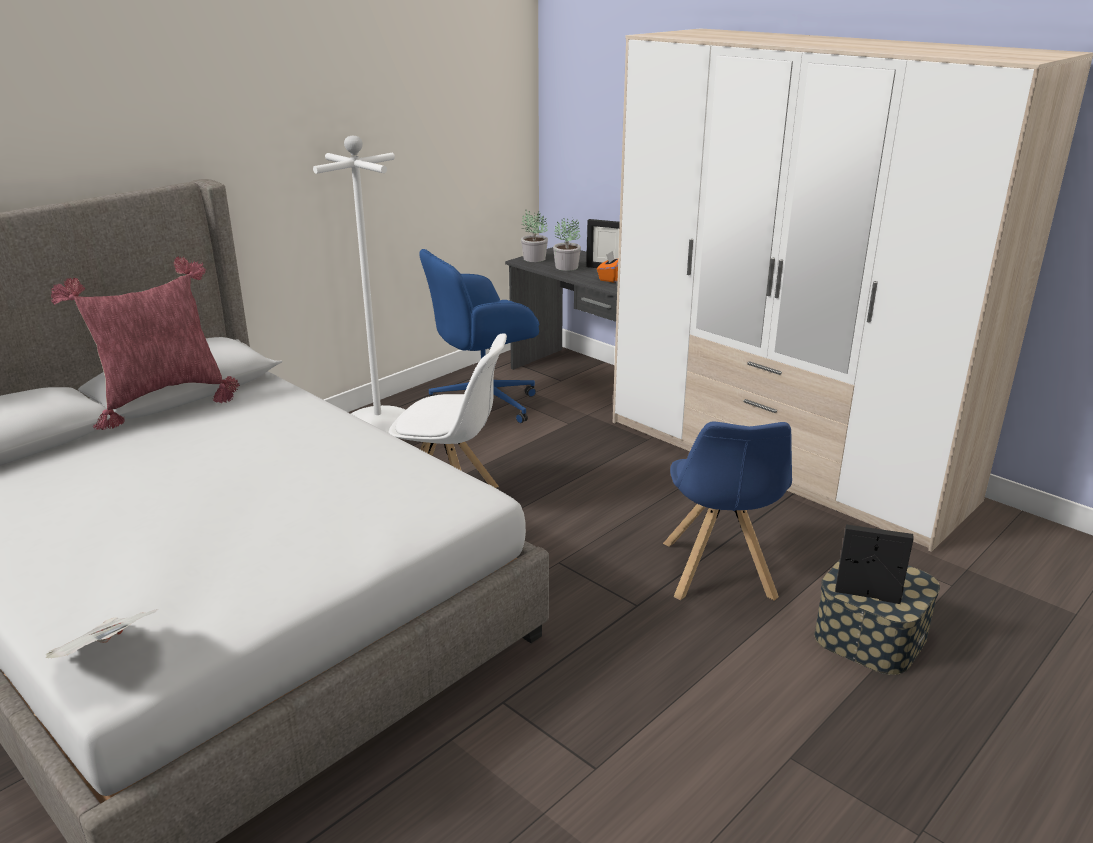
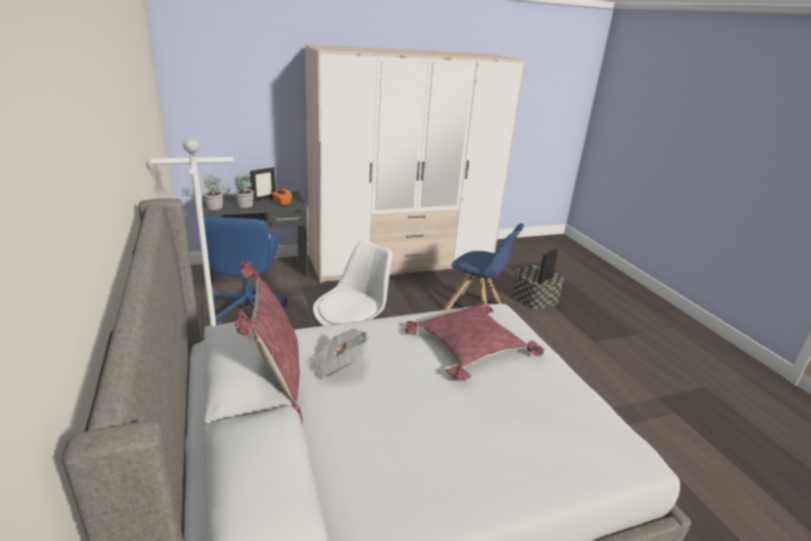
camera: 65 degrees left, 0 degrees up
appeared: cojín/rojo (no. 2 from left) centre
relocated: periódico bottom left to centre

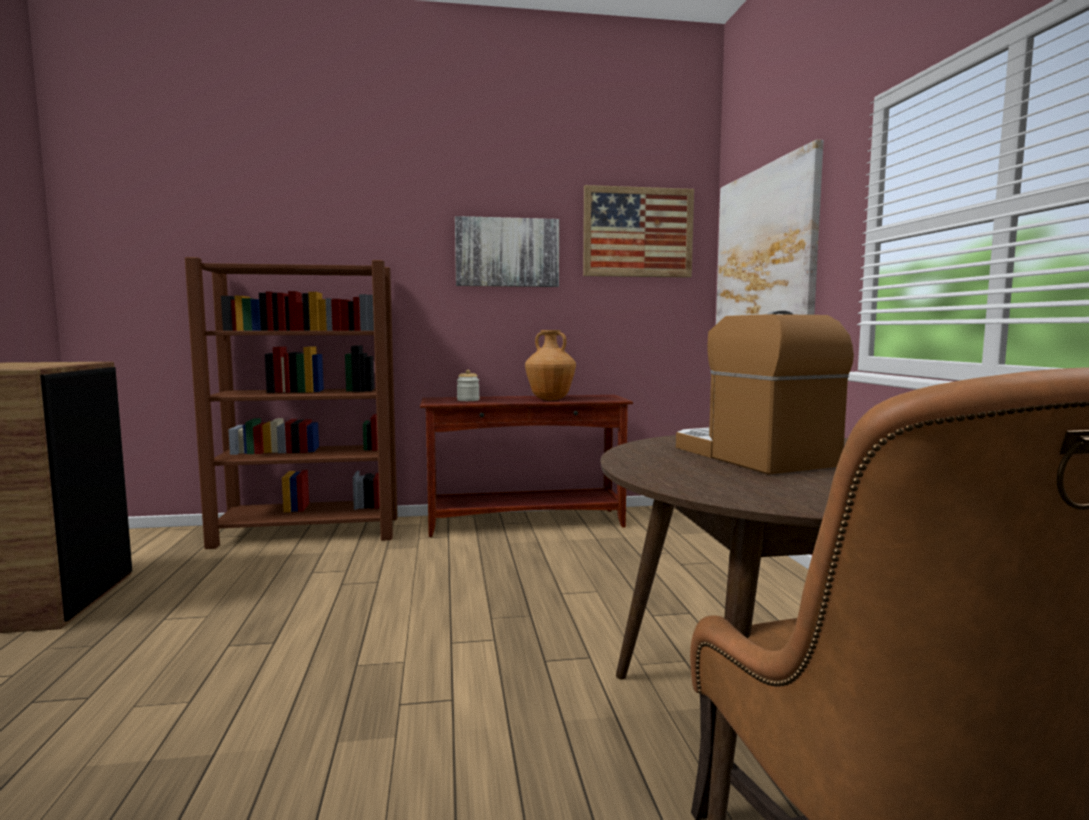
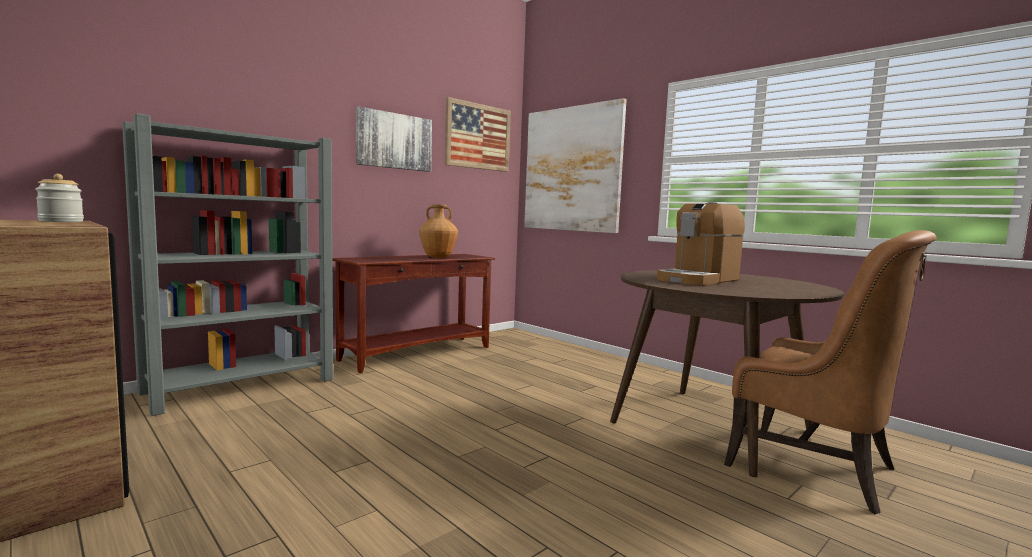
camera: 35 degrees left, 0 degrees up
relocated: tarro centre to middle left
colour: estantería/marrón middle left to estantería/gris middle left
spun: cafetera middle right = middle right 75 degrees counterclockwise

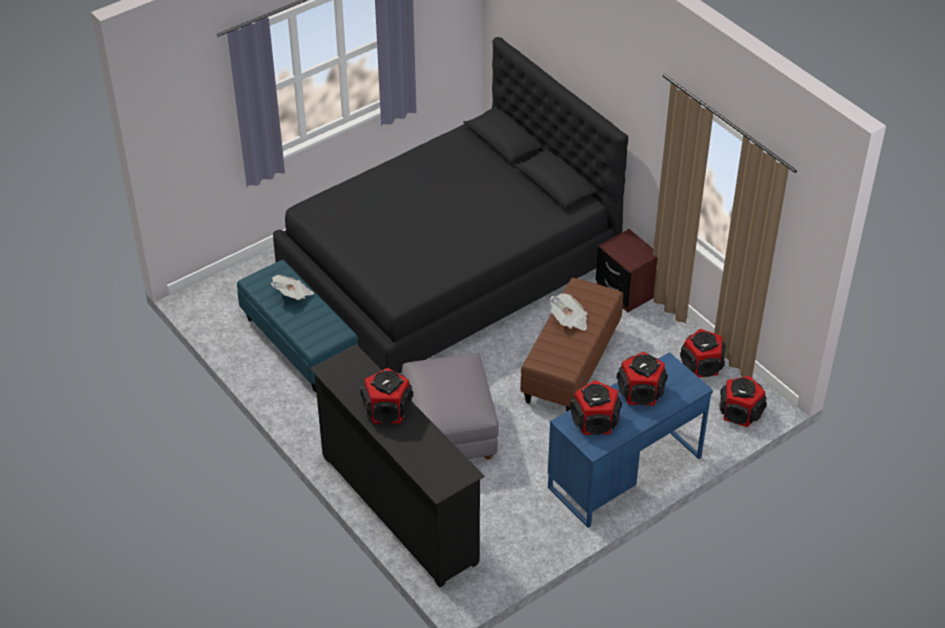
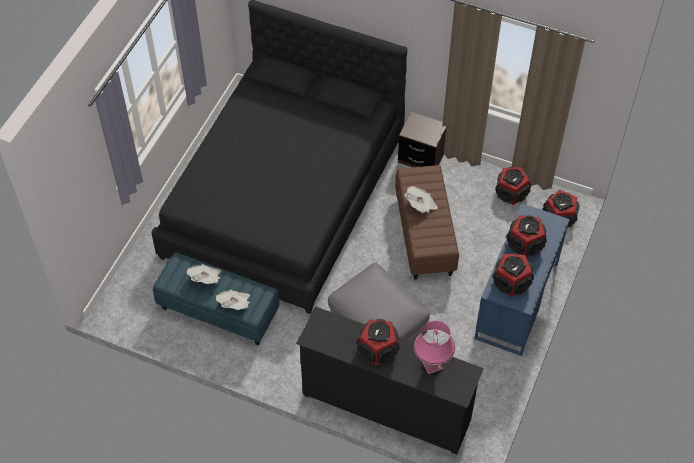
camera: 30 degrees left, 10 degrees up
appeared: periódico (no. 2 from left) centre; lámpara de mesa/rosa bottom centre

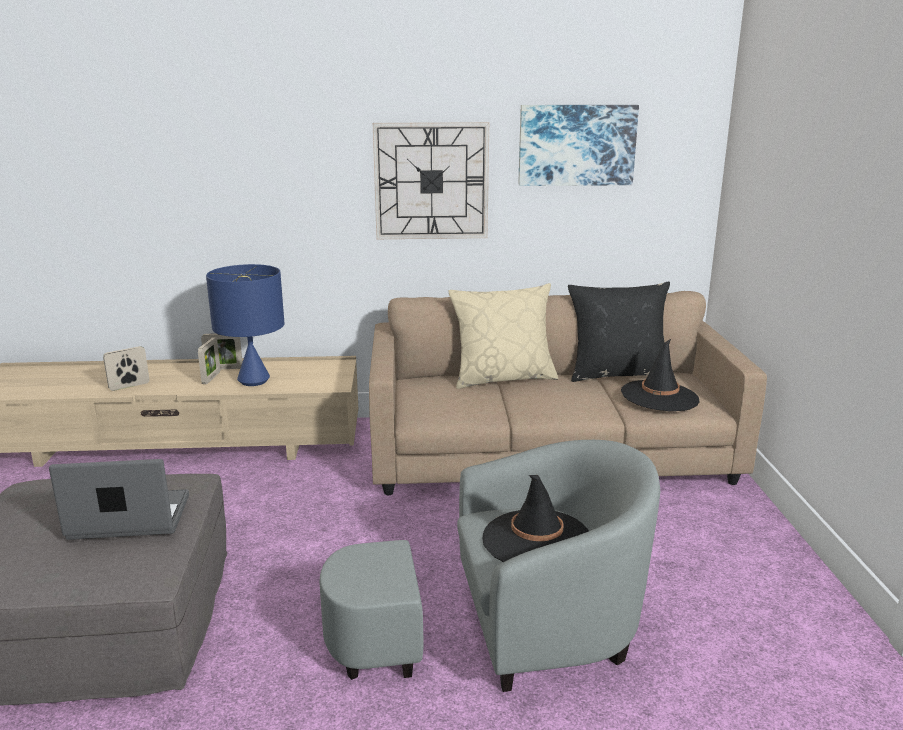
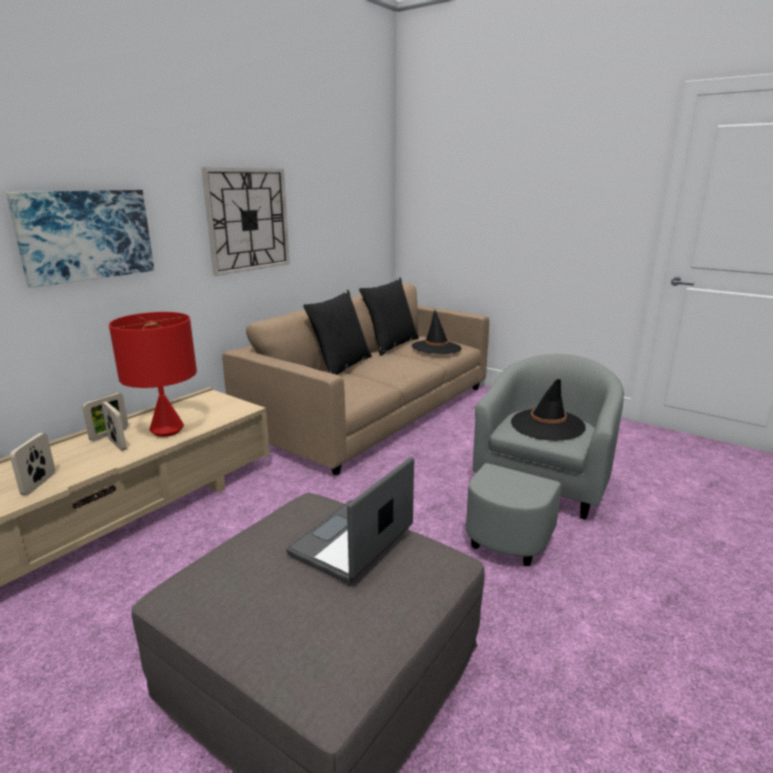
camera: 50 degrees left, 0 degrees up
relocated: cuadro top centre to top left
colour: lámpara de mesa/azul middle left to lámpara de mesa/rojo middle left; cojín/beis centre to cojín/negro (no. 1 from left) centre

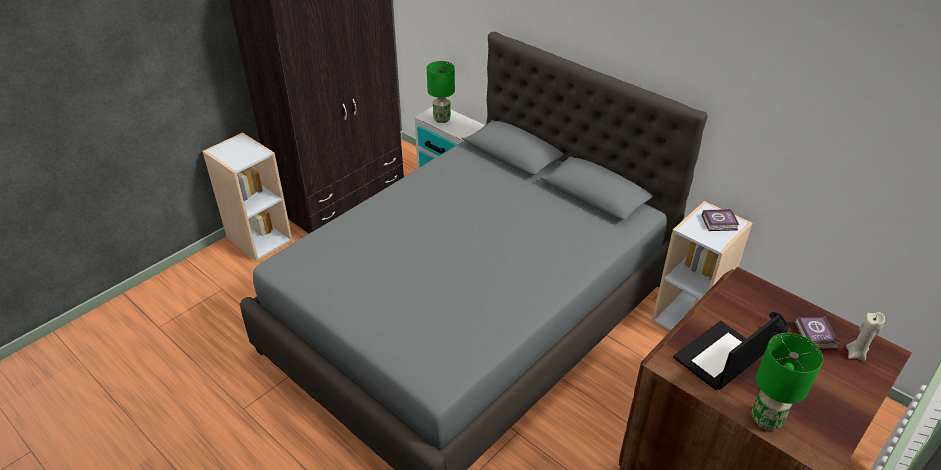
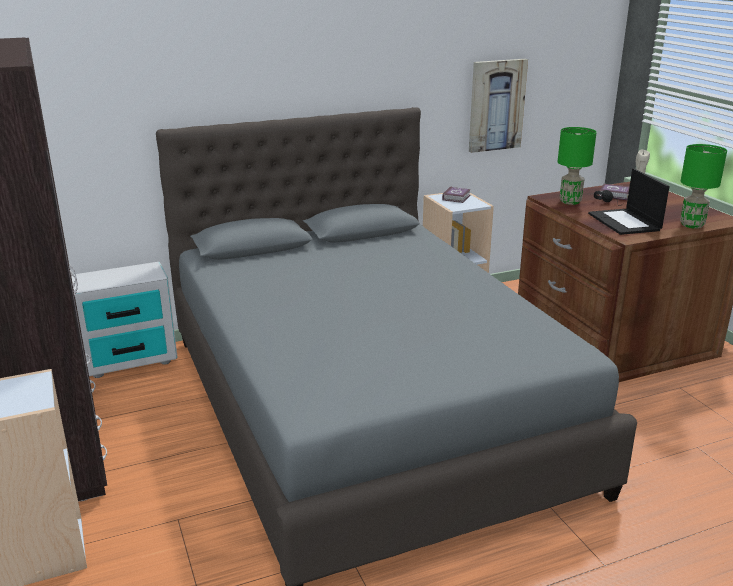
camera: 65 degrees left, 15 degrees down
appeared: cuadro top right
relocated: lámpara de mesa/verde (no. 1 from left) top centre to top right

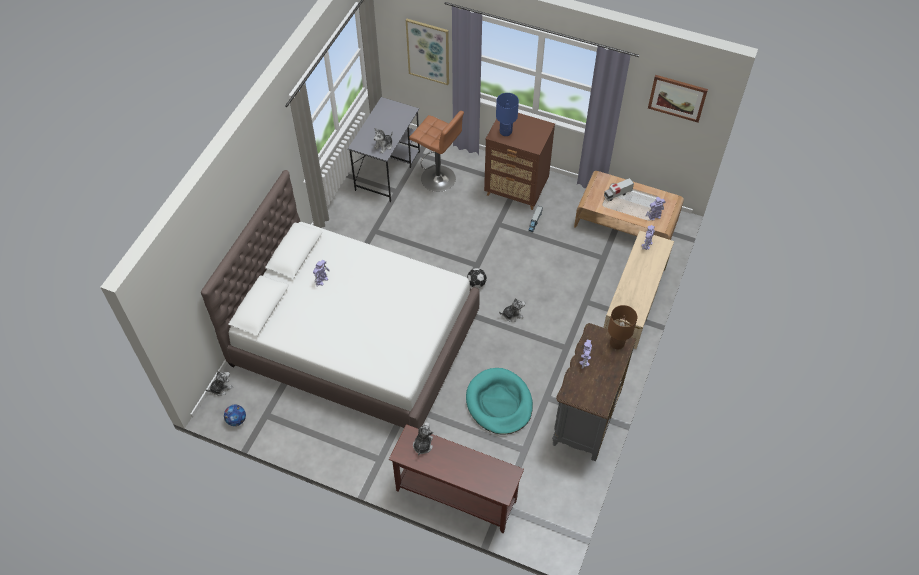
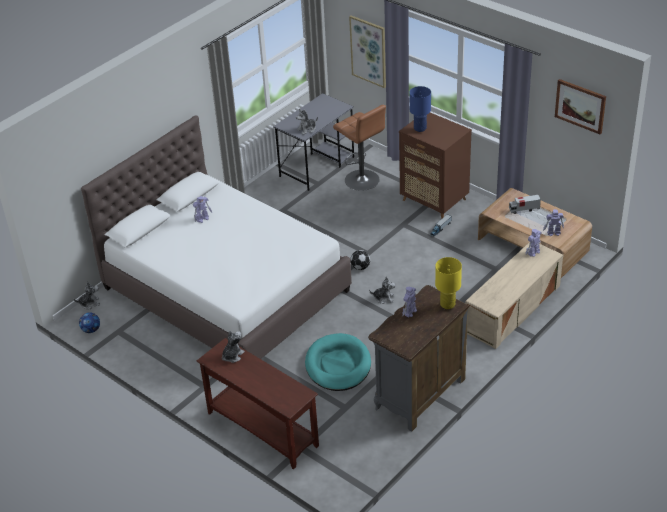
camera: 20 degrees right, 15 degrees down
colour: lámpara de mesa/marrón middle right to lámpara de mesa/amarillo middle right

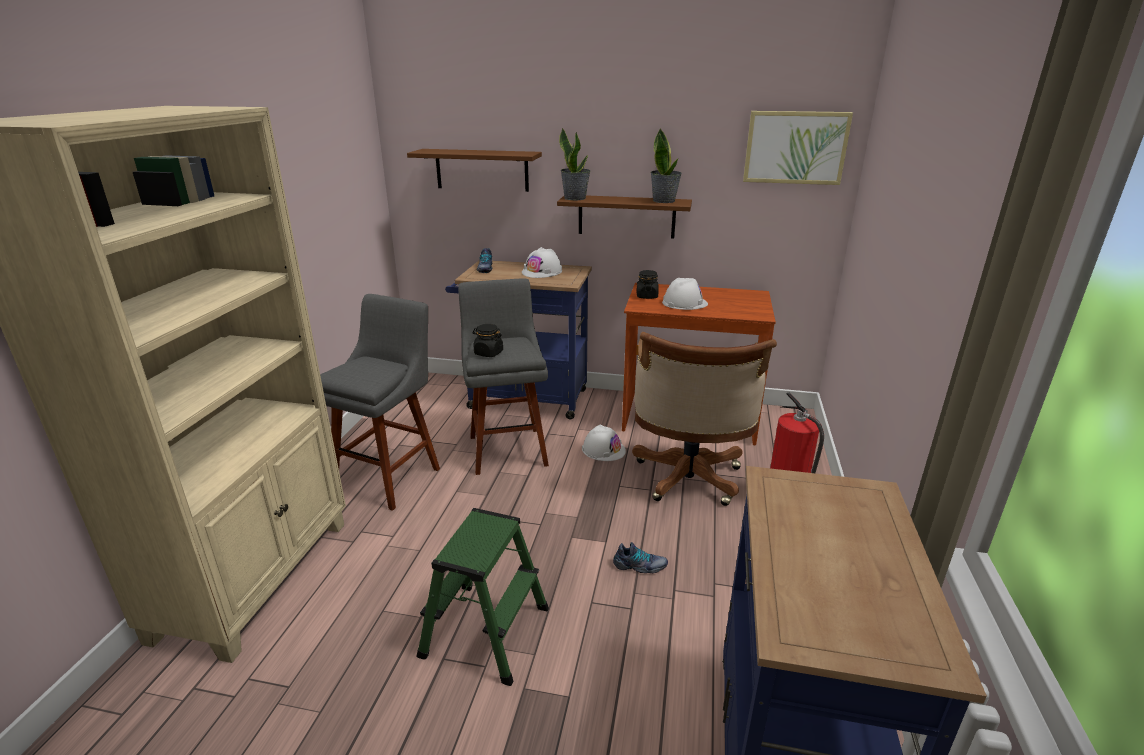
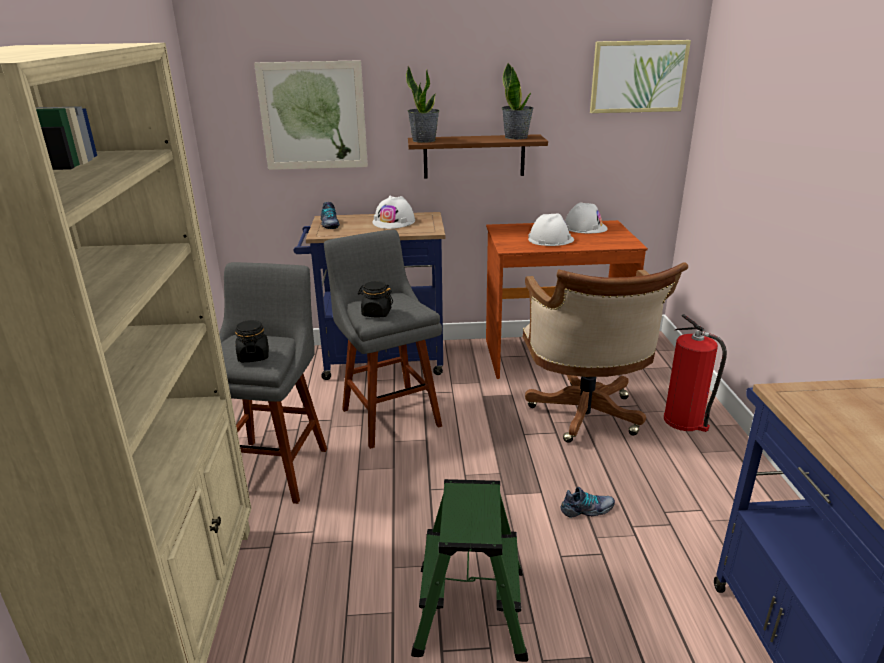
camera: 15 degrees left, 0 degrees up
relocated: casco/blanco (no. 2 from left in the first image) centre to casco/blanco (no. 3 from left) top centre; tarro/negro (no. 2 from left in the first image) centre to tarro/negro (no. 1 from left) middle left
exchanged: estante/marrón (no. 1 from left) top centre to cuadro (no. 1 from left) top centre

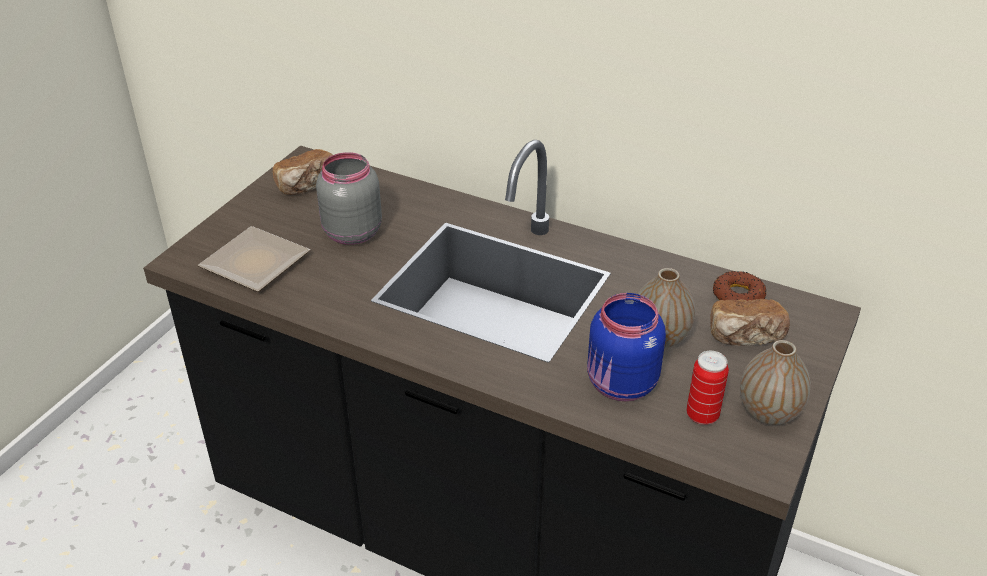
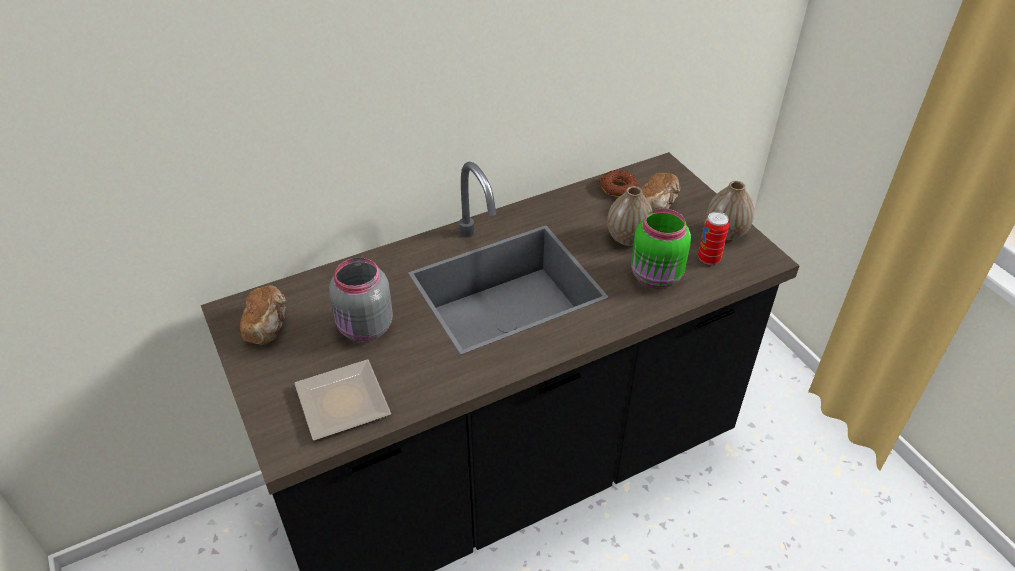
camera: 55 degrees left, 5 degrees up
colour: tarro/azul centre to tarro/verde centre

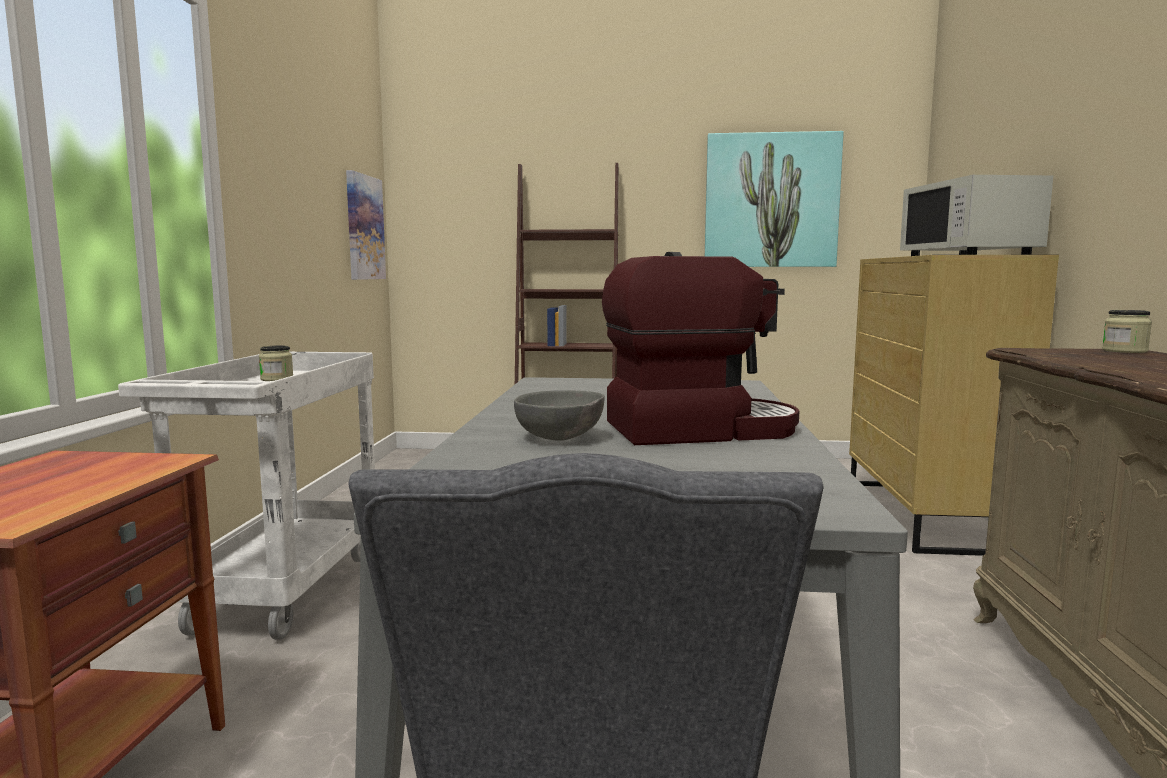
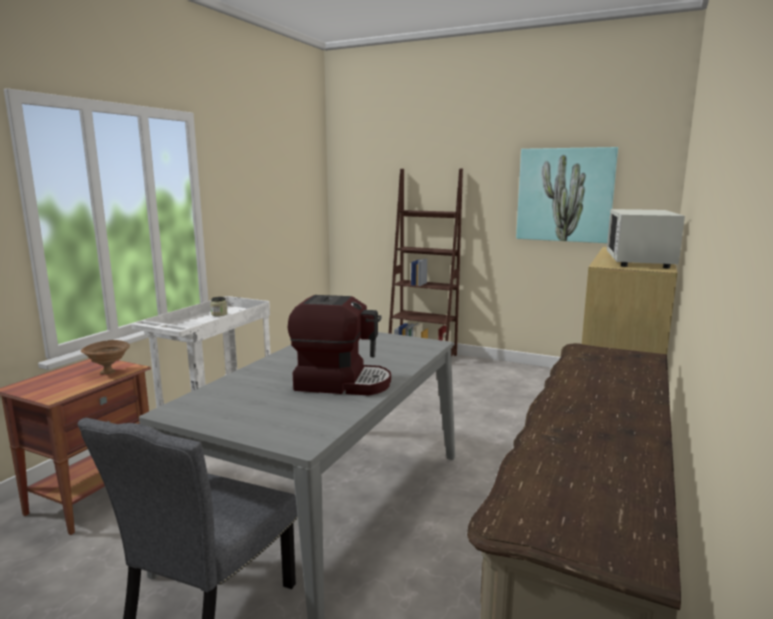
camera: 20 degrees right, 5 degrees up
missing: cuadro (no. 1 from left) top left; cuenco/gris centre; tarro (no. 2 from left) middle right
appeared: cuenco/marrón middle left

